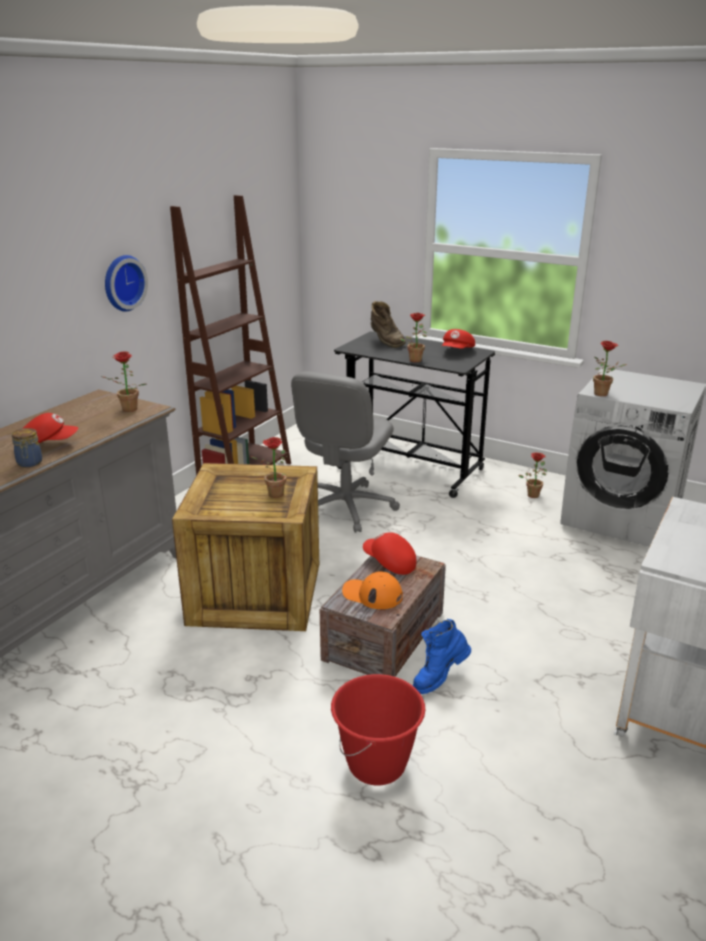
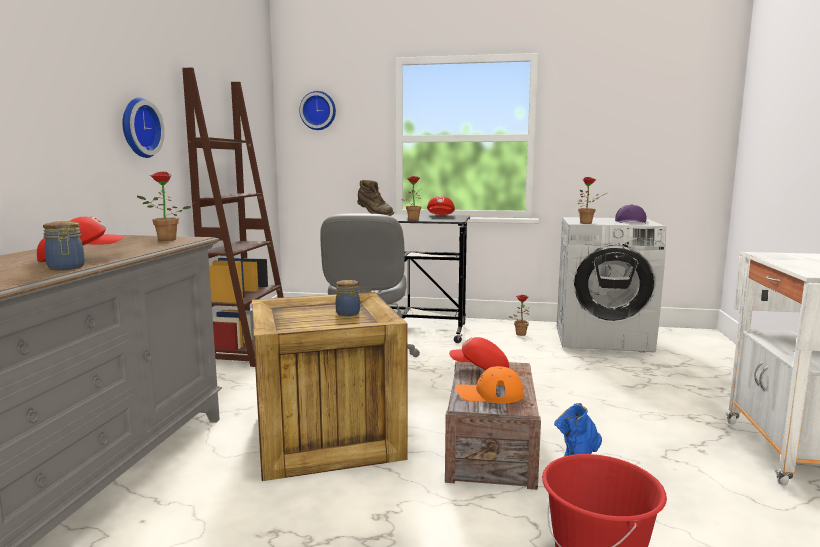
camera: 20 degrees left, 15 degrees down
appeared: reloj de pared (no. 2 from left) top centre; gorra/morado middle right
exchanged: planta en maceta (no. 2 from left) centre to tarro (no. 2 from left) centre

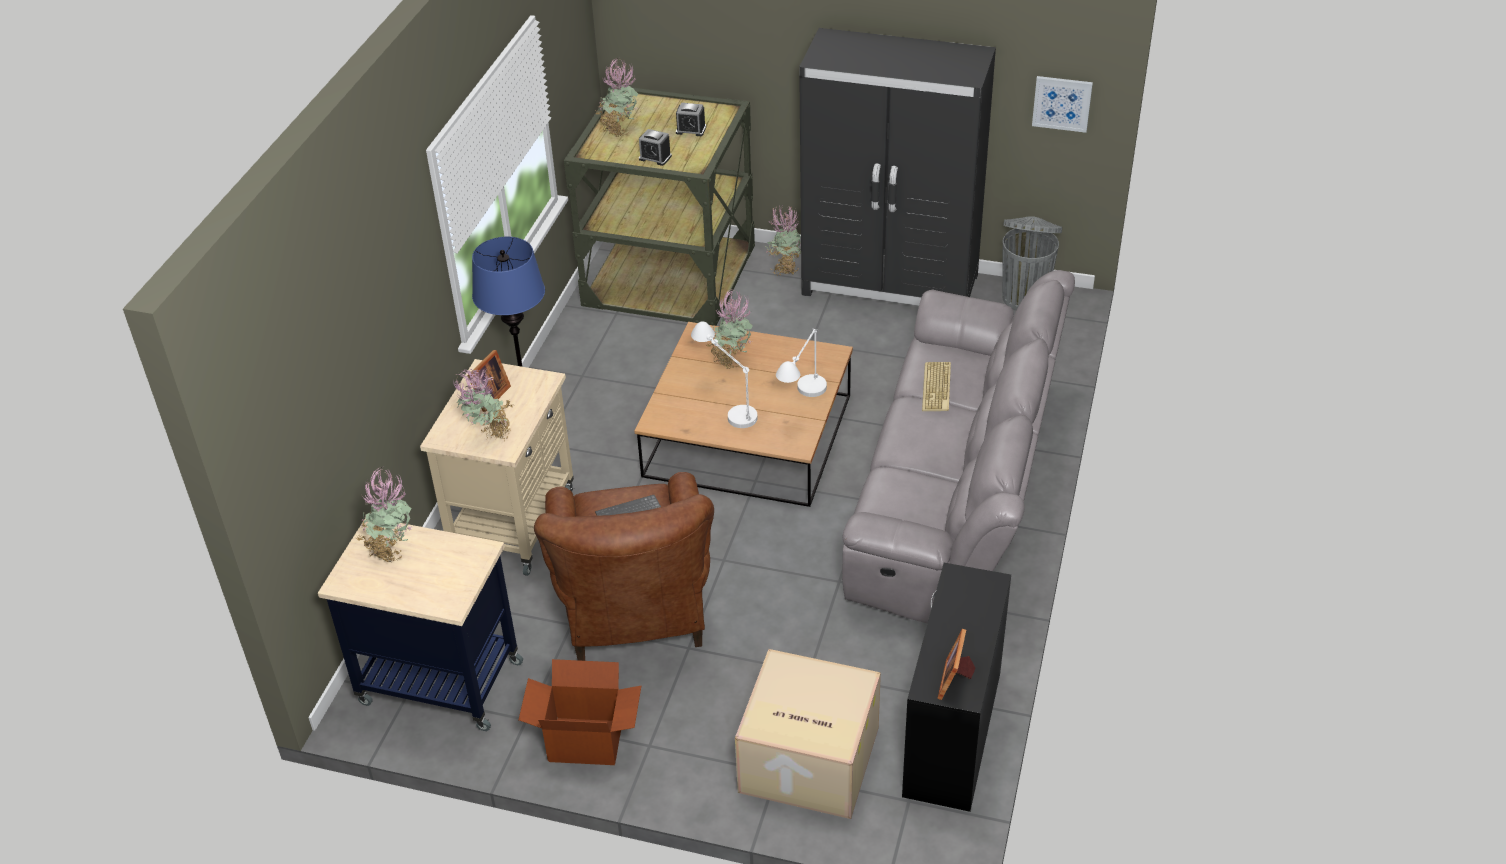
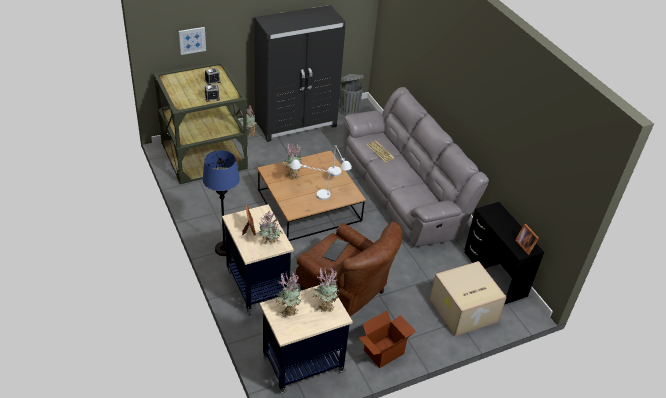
camera: 45 degrees left, 0 degrees up
relocated: planta en maceta (no. 3 from left in the first image) top centre to planta en maceta (no. 5 from left) bottom centre; cuadro top right to top left
colour: carrito/beis middle left to carrito/azul (no. 1 from left) centre

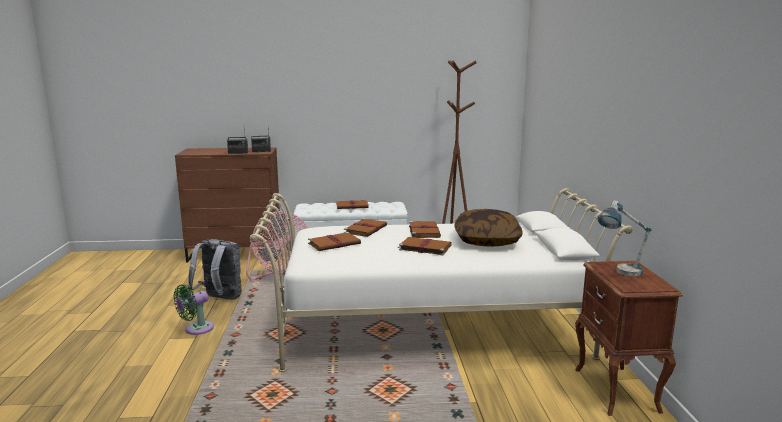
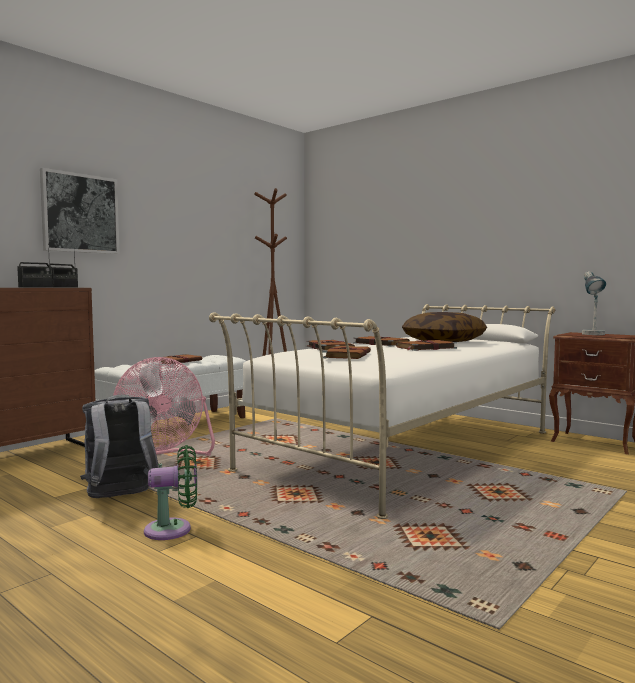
camera: 45 degrees left, 10 degrees down
appeared: cuadro top left
spun: ventilador/verde bottom left = bottom left 105 degrees counterclockwise

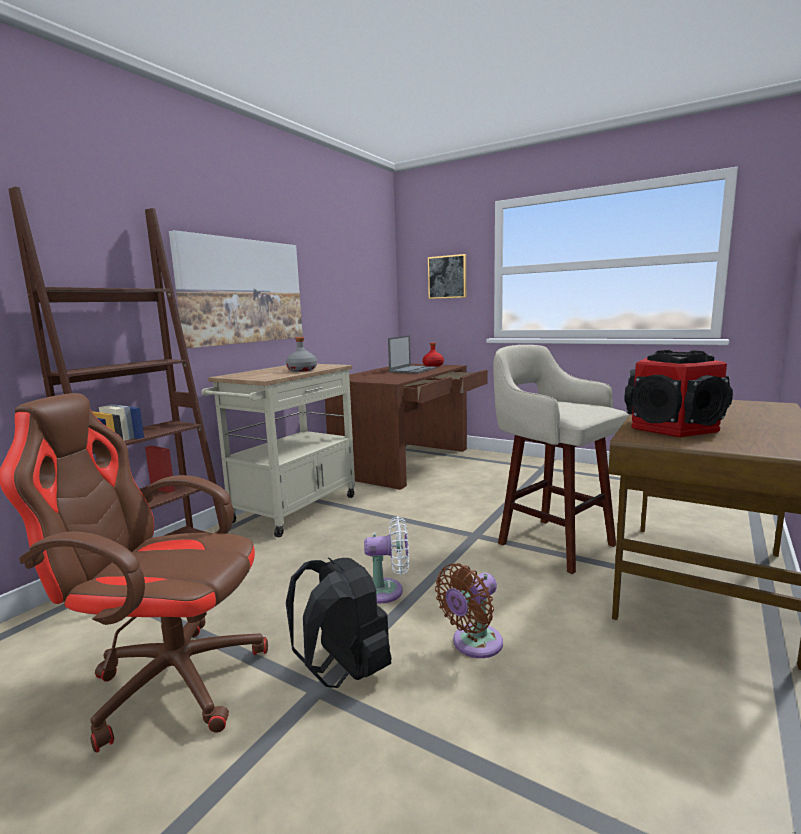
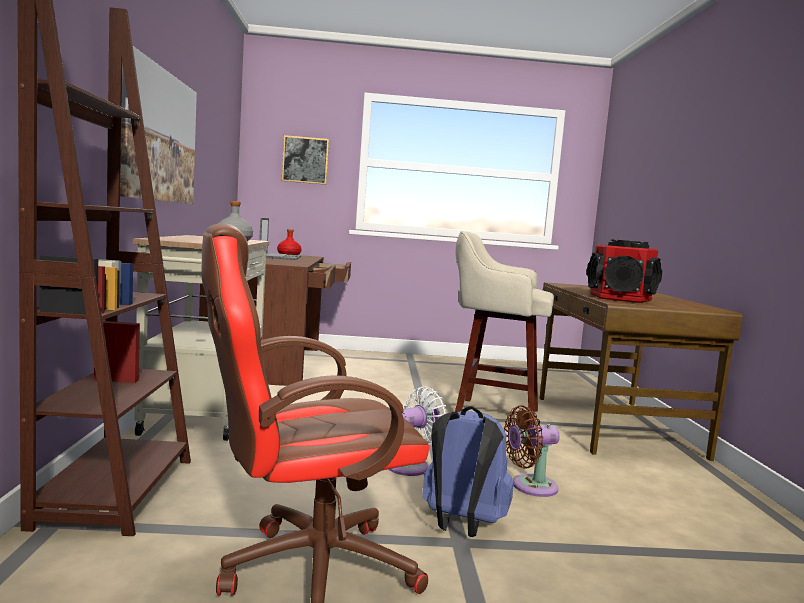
camera: 35 degrees left, 5 degrees down
colour: mochila/negro bottom centre to mochila/azul bottom centre
spun: ventilador/marrón bottom centre = bottom centre 60 degrees clockwise

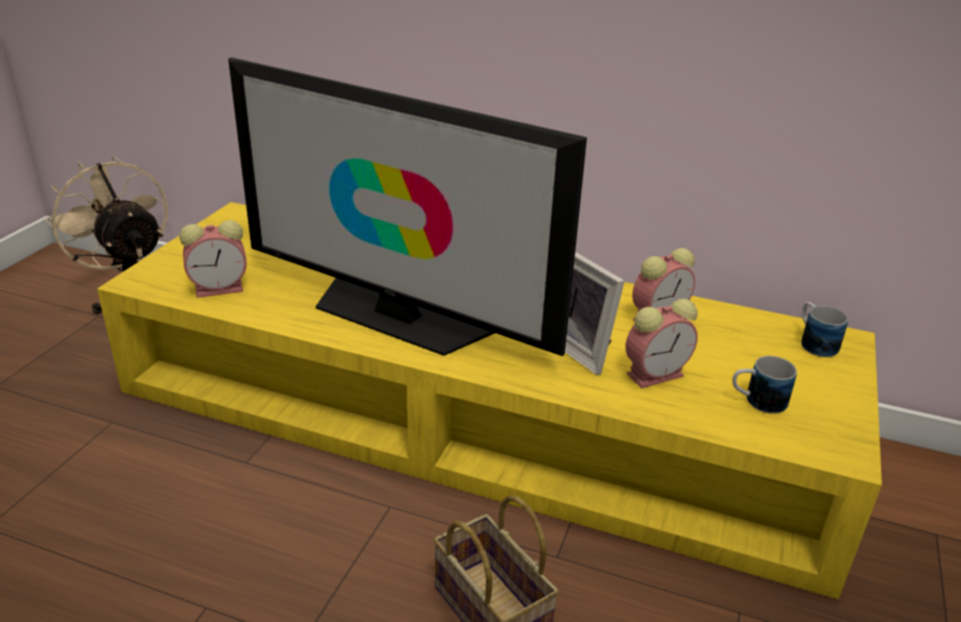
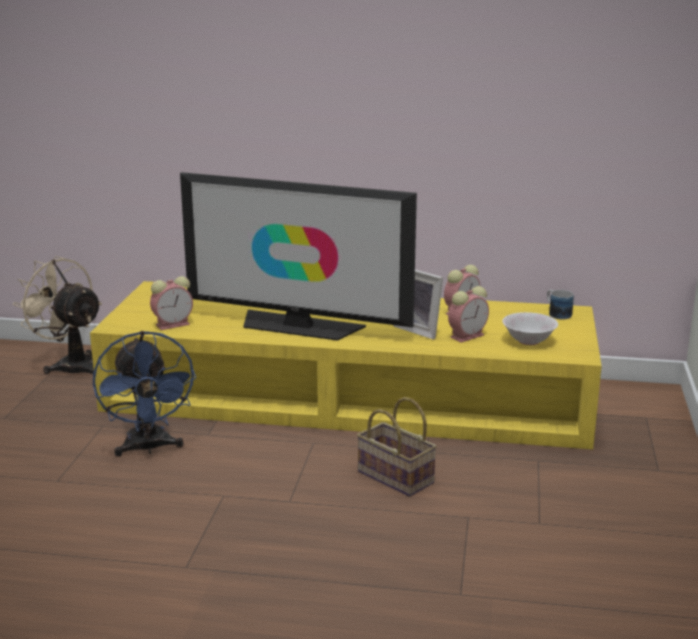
camera: 10 degrees left, 10 degrees down
appeared: ventilador/azul middle left
exchanged: taza grande (no. 1 from left) middle right to cuenco/blanco middle right

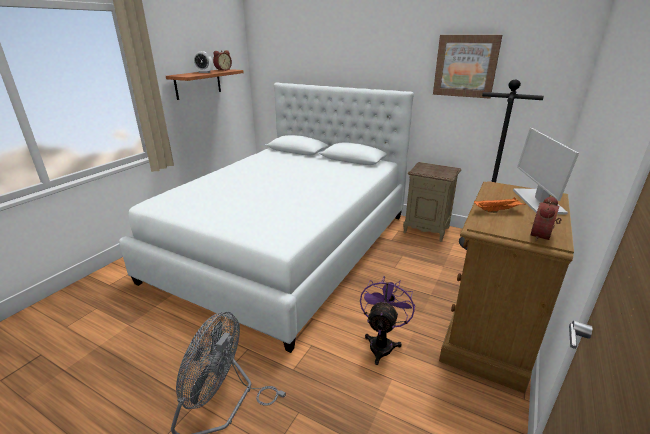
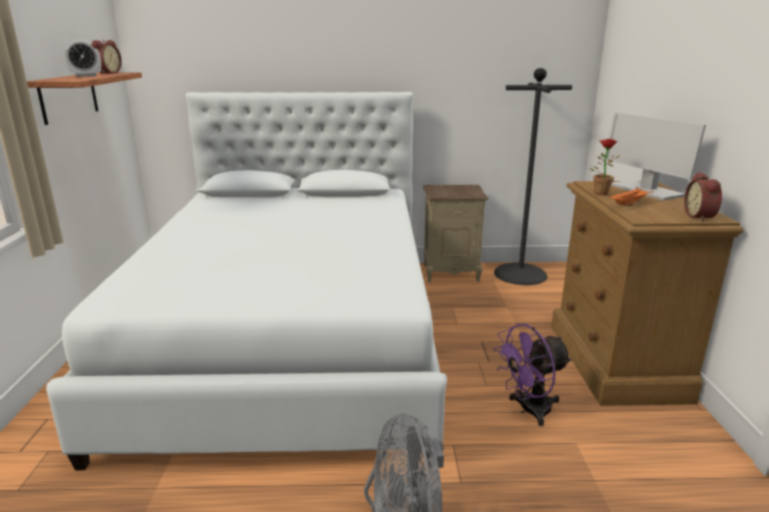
camera: 30 degrees left, 5 degrees down
missing: cuadro top right
appeared: planta en maceta top right
spun: ventilador/morado bottom centre = bottom right 105 degrees counterclockwise

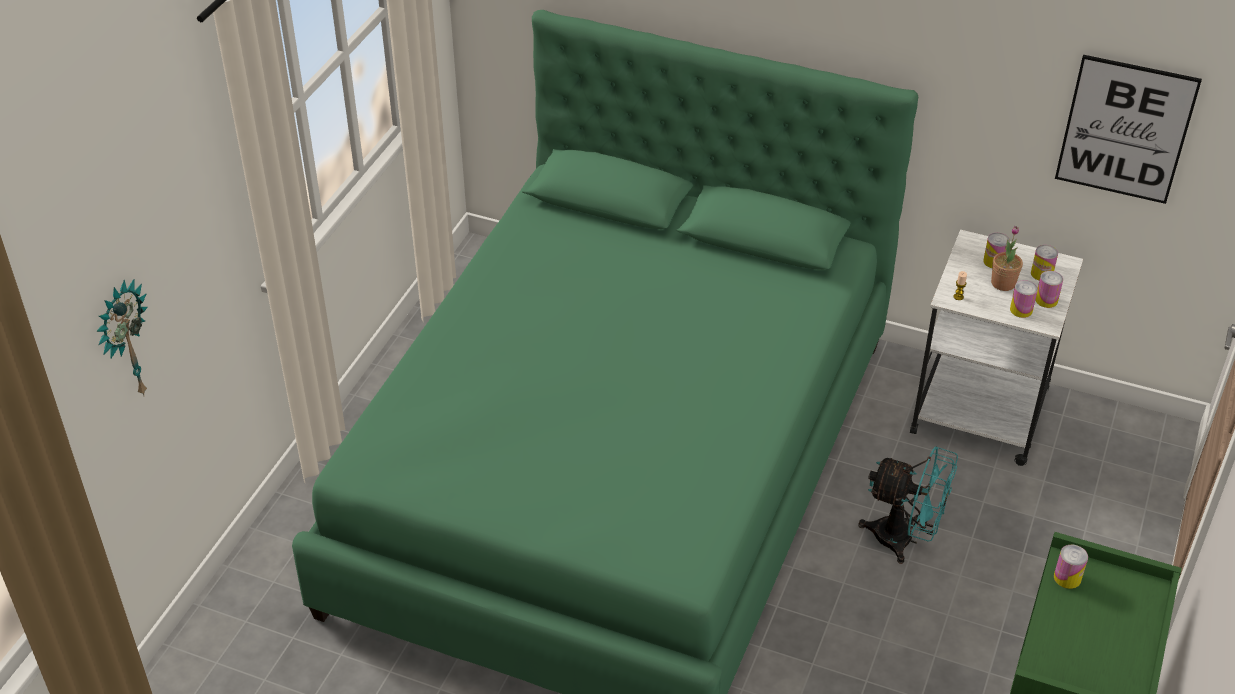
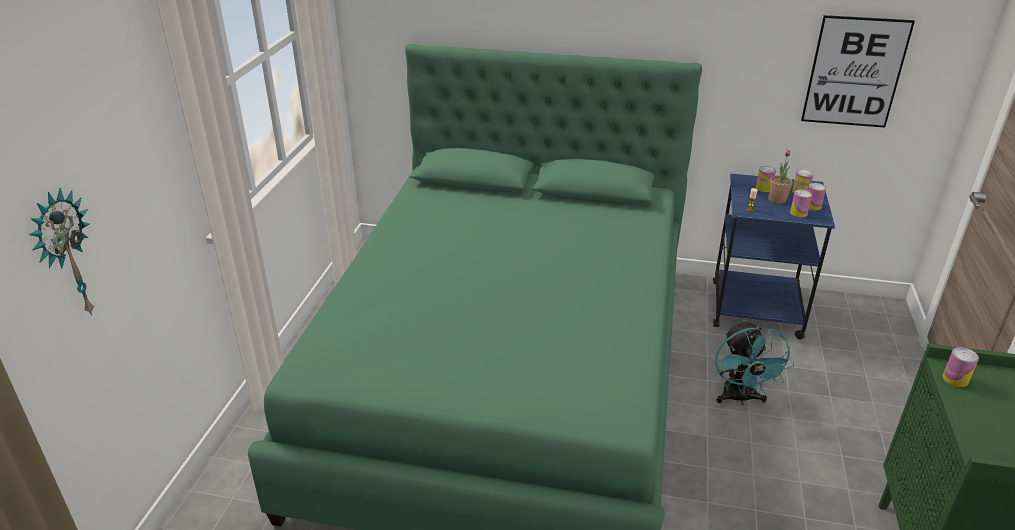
camera: 10 degrees left, 10 degrees down
colour: carrito/blanco middle right to carrito/azul middle right
spun: ventilador/turquesa bottom right = bottom right 75 degrees clockwise

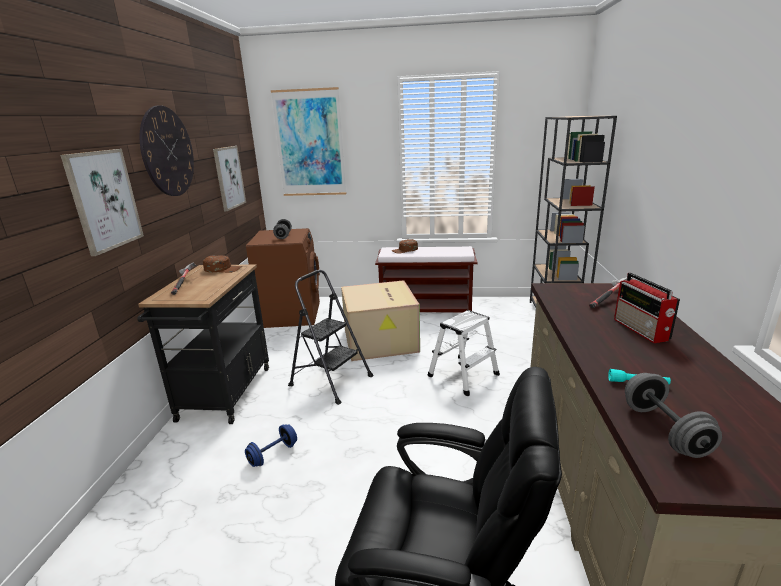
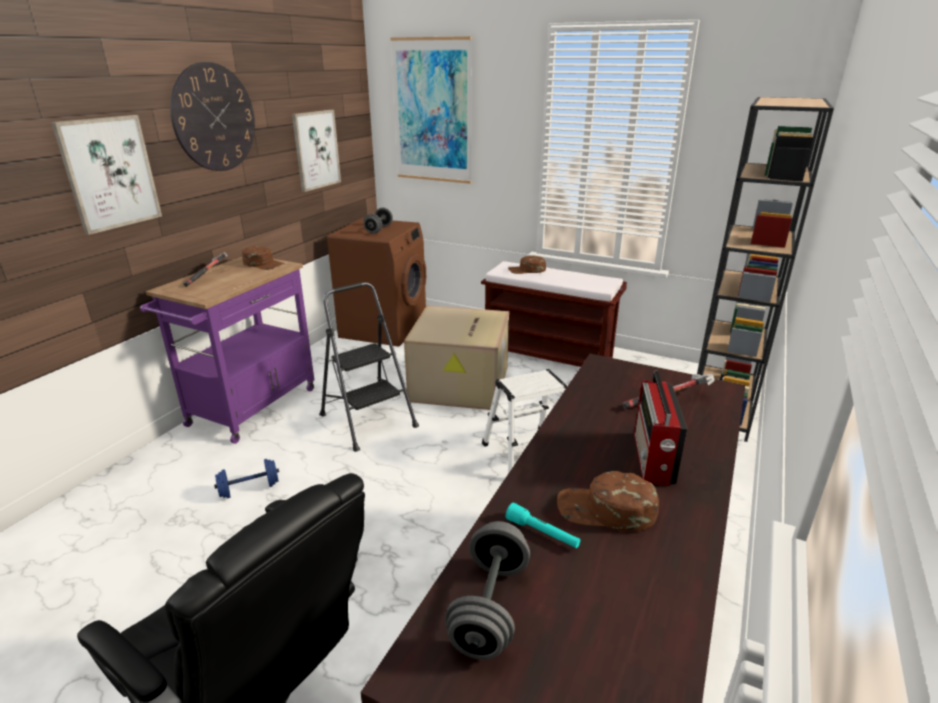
camera: 20 degrees right, 5 degrees up
appeared: gorra/marrón (no. 3 from left) bottom centre
colour: carrito/negro middle left to carrito/morado middle left

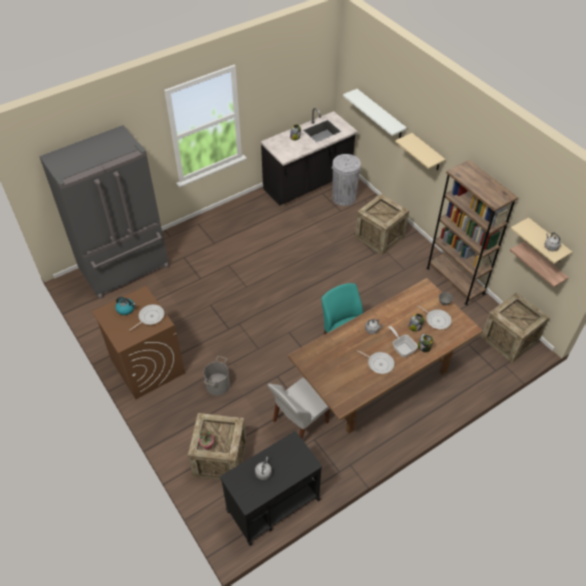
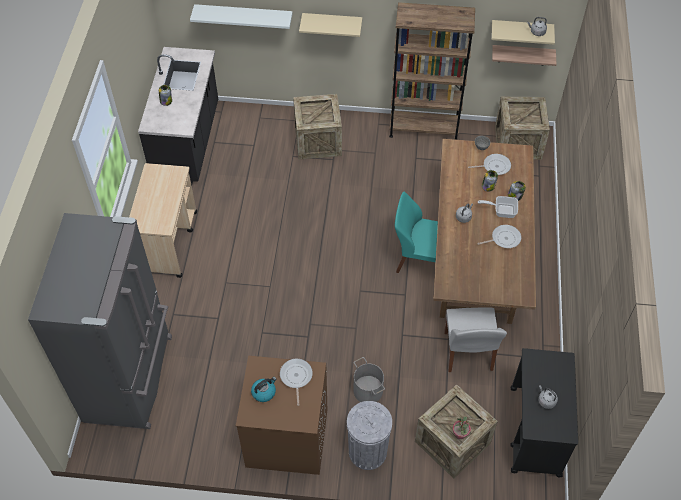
camera: 50 degrees left, 5 degrees up
appeared: carrito/beis middle left
relocated: papelera/gris top centre to bottom centre

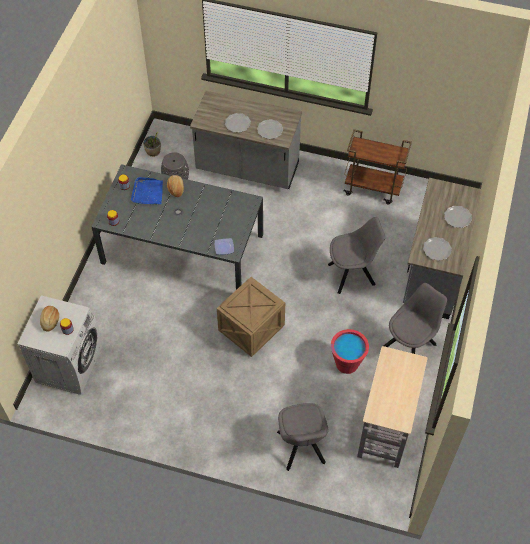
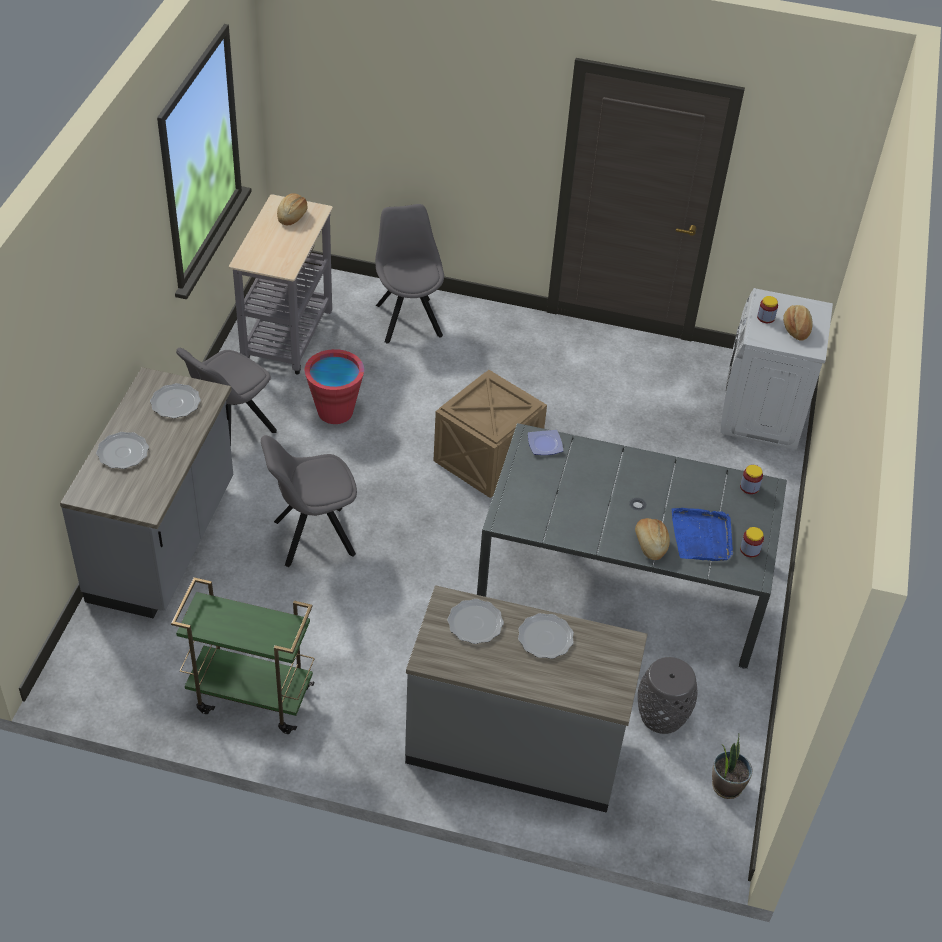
camera: 175 degrees right, 10 degrees down
appeared: pan (no. 1 from left) top left
colour: carrito/marrón top right to carrito/verde bottom left

